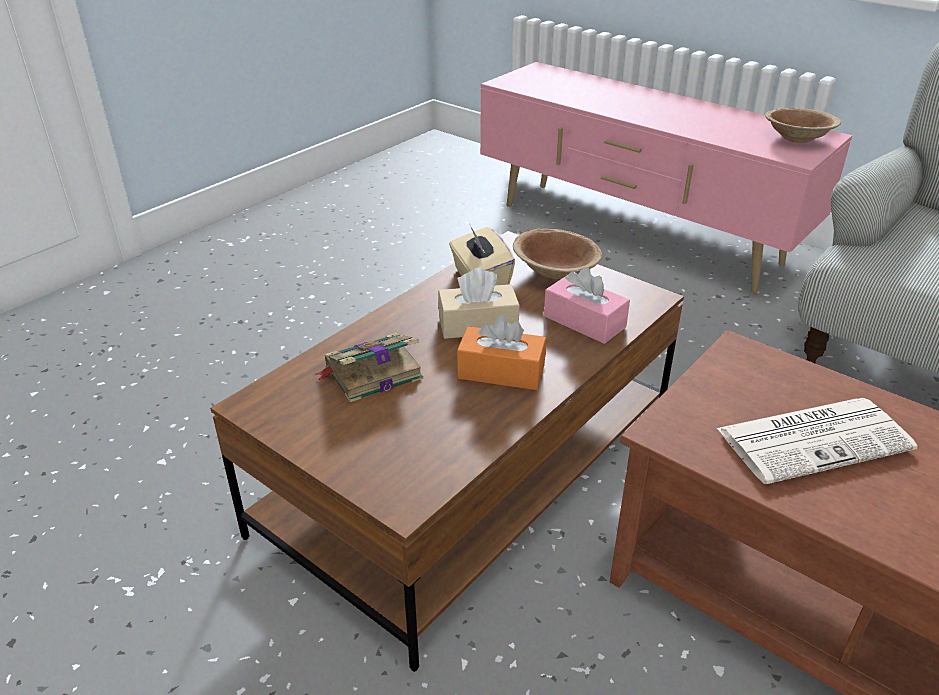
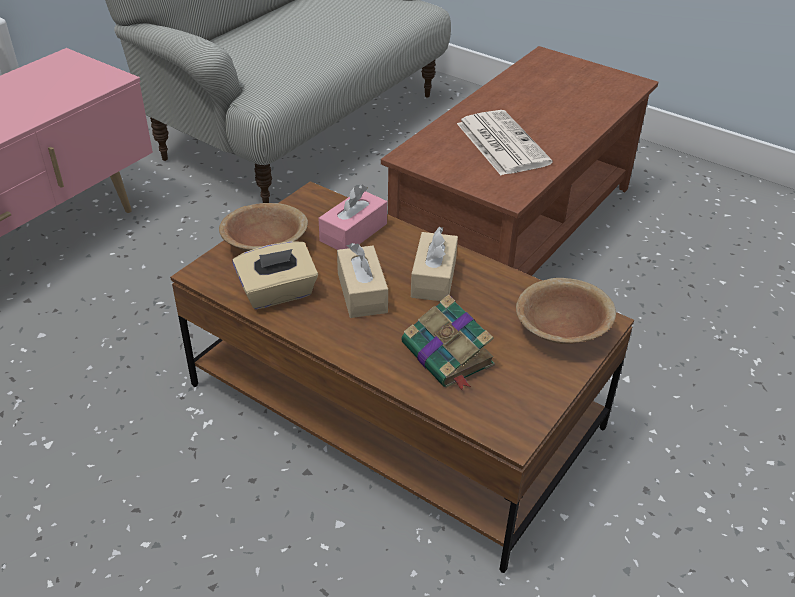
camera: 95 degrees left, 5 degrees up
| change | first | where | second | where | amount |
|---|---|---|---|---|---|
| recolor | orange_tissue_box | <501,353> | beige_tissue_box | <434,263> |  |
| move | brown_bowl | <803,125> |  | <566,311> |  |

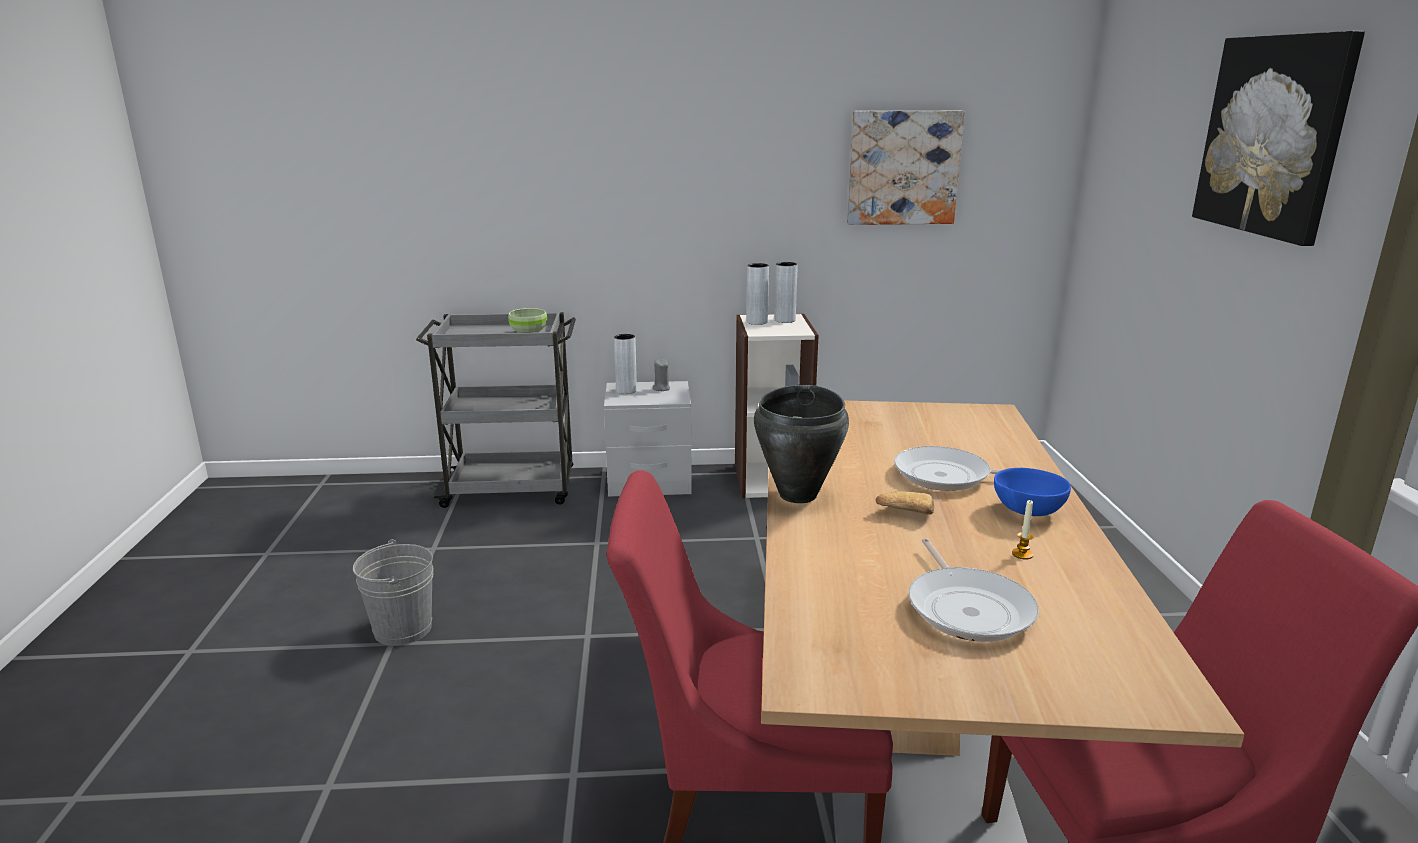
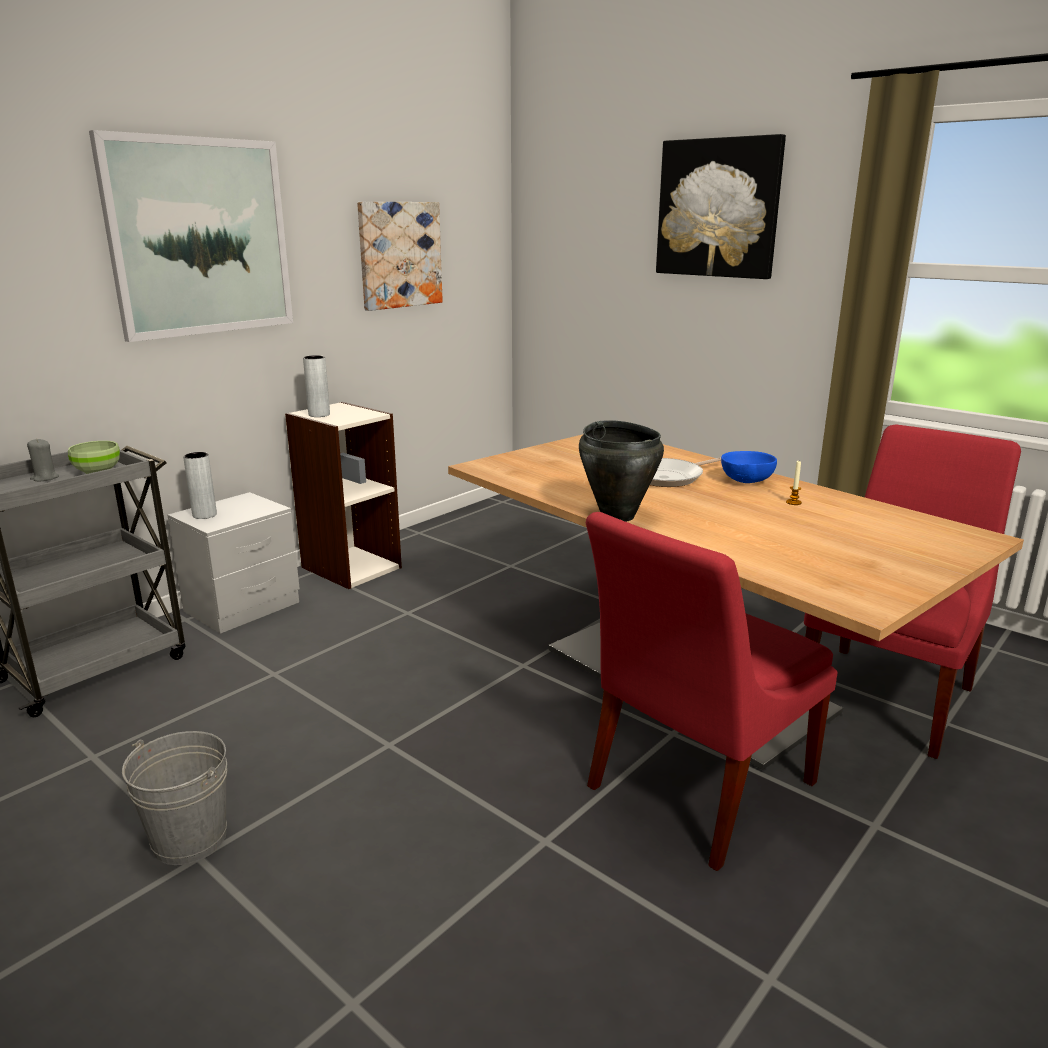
camera: 45 degrees left, 0 degrees up
| change | first | where | second | where | amount |
|---|---|---|---|---|---|
| move | grey_candle | <661,375> |  | <43,460> |  |
| insert |  |  | picture | <191,236> |  |
| delete | grey_vase | <786,292> |  |  |  |
| delete | bread | <905,503> |  |  |  |
| delete | frying_pan | <973,590> |  |  |  |

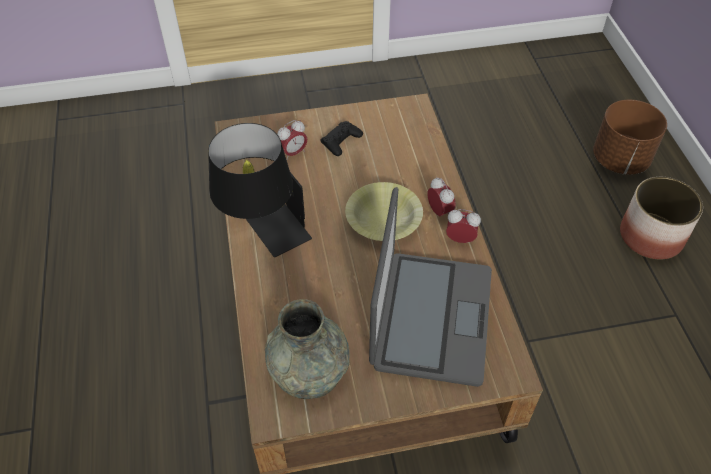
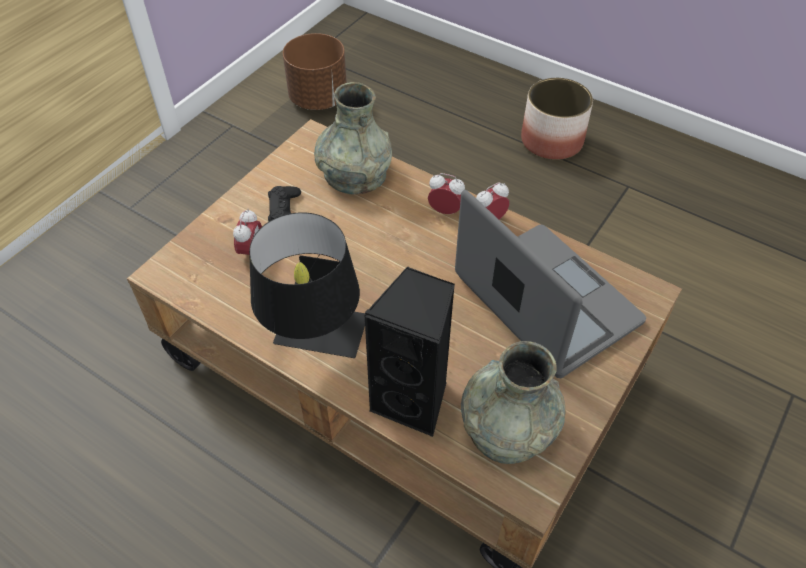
camera: 45 degrees left, 0 degrees up
| change | first | where | second | where | amount |
|---|---|---|---|---|---|
| move | brown_planter | <630,137> |  | <315,71> |  |
| insert |  |  | grey_vase | <353,138> |  |
| insert |  |  | black_speaker | <409,352> |  |
| delete | yellow_bowl | <384,211> |  |  |  |

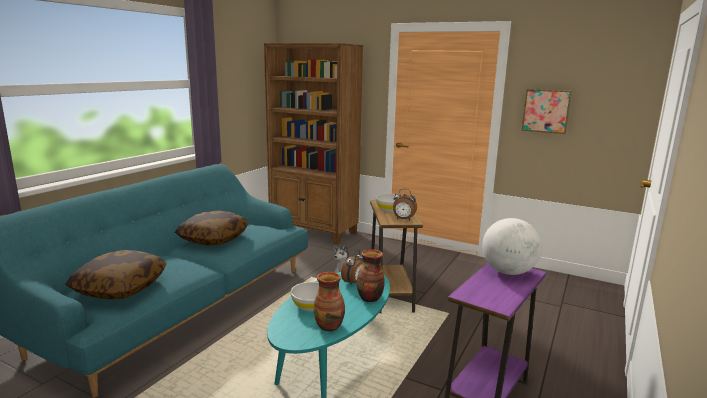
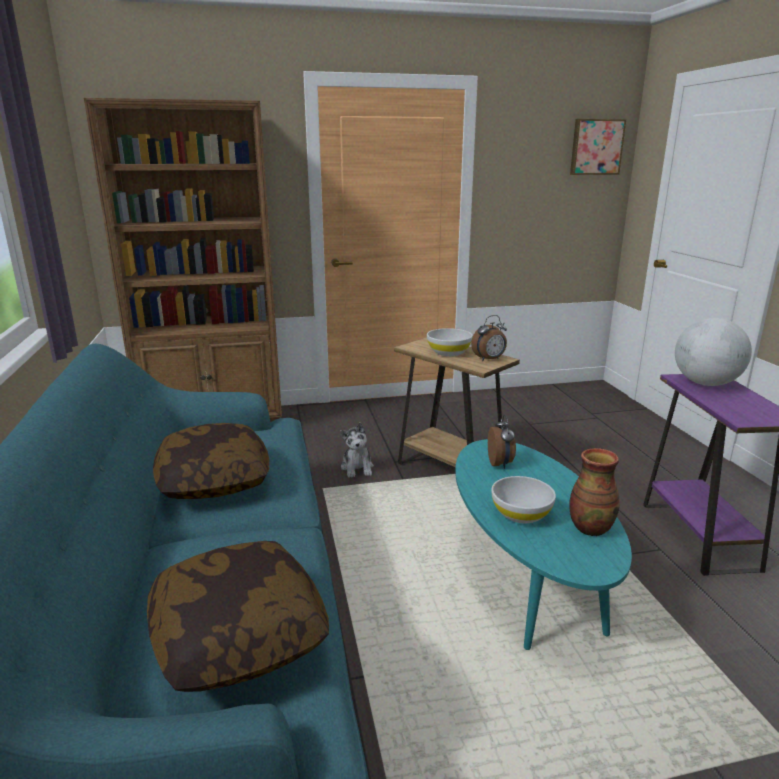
camera: 40 degrees left, 5 degrees up
| change | first | where | second | where | amount |
|---|---|---|---|---|---|
| move | picture | <547,111> |  | <598,147> |  |
| delete | vase | <371,275> |  |  |  |

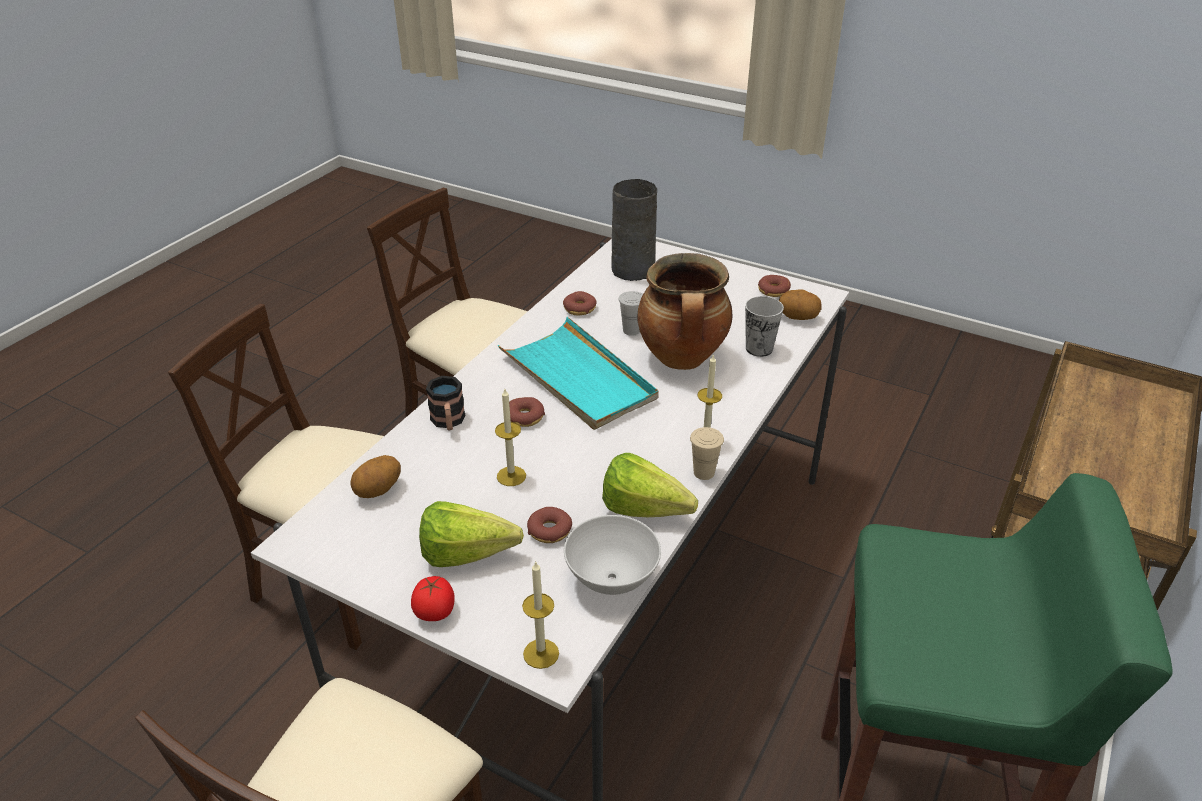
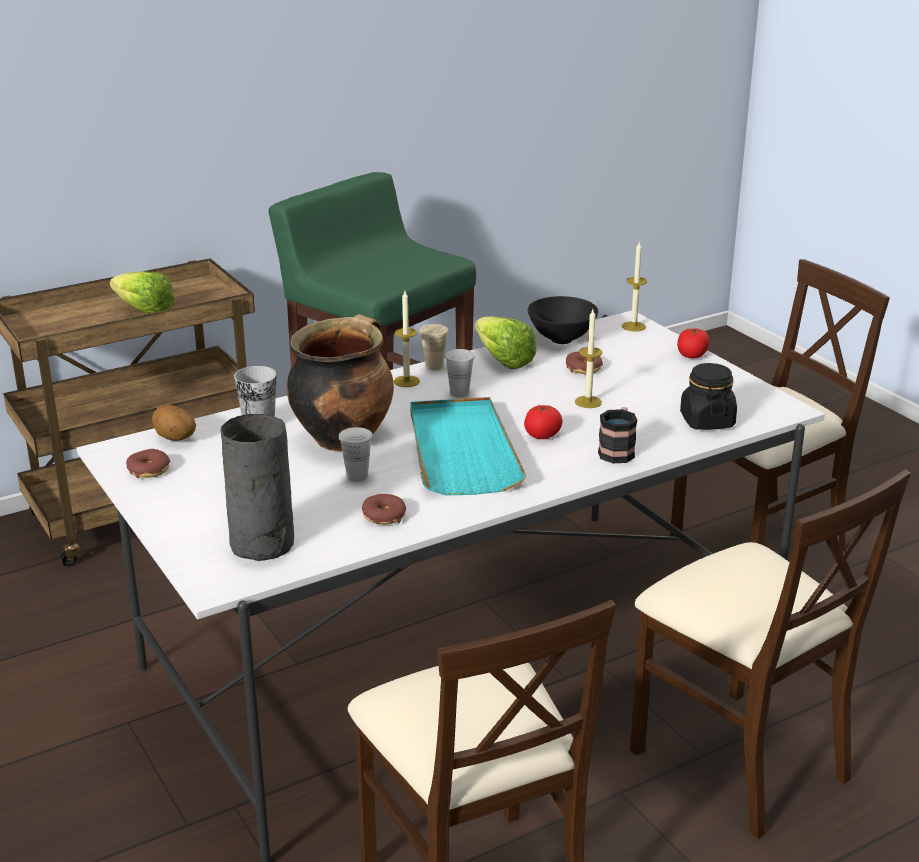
camera: 150 degrees left, 10 degrees down
| change | first | where | second | where | amount |
|---|---|---|---|---|---|
| move | lettuce | <471,534> |  | <142,292> |  |
| insert |  |  | white_cup | <460,373> |  |
| replace | donut | <527,412> | tomato | <543,422> |  |
| recolor | white_bowl | <612,555> | black_bowl | <563,320> |  |
| replace | potato | <375,476> | black_jar | <708,396> |  |

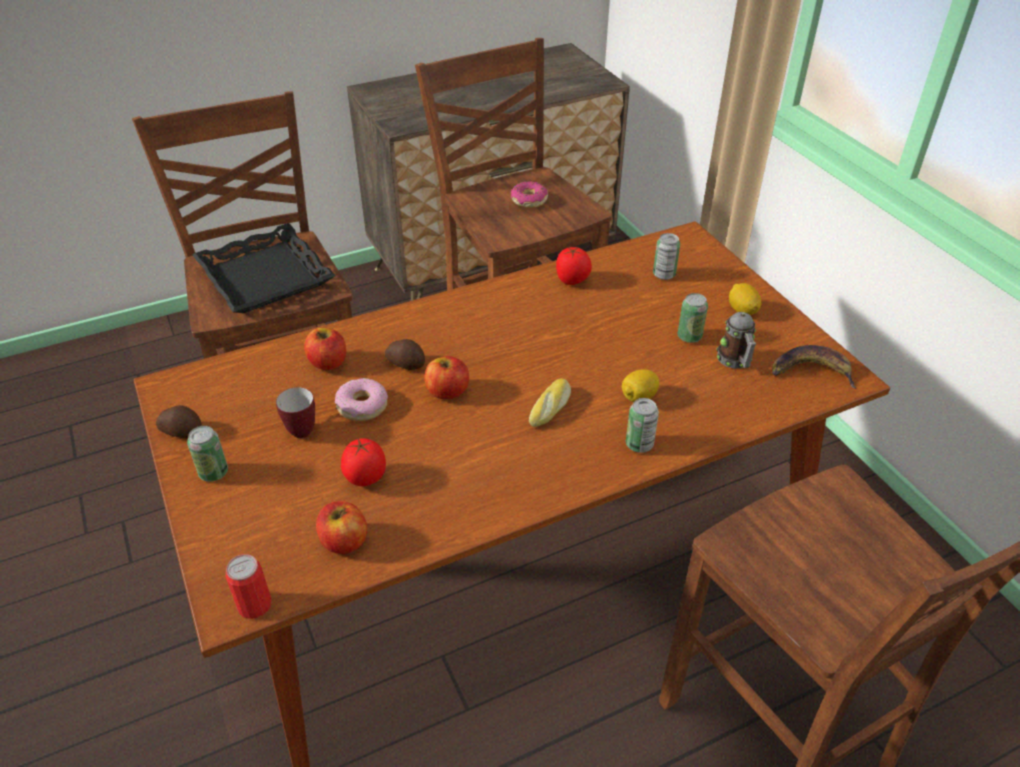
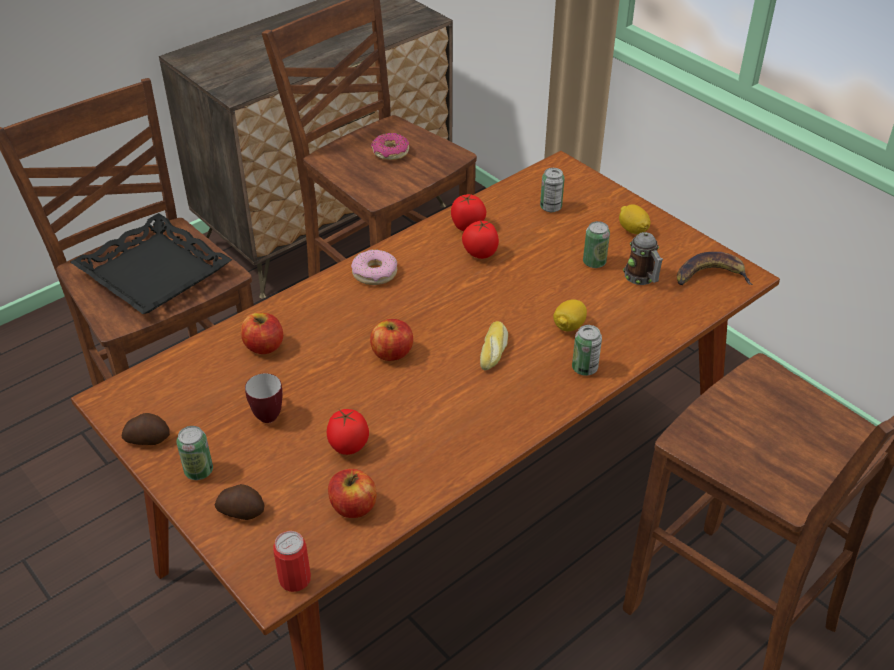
camera: 15 degrees left, 0 degrees up
| change | first | where | second | where | amount |
|---|---|---|---|---|---|
| move | potato | <405,354> |  | <239,502> |  |
| move | donut | <361,399> |  | <374,267> |  |
| insert |  |  | tomato | <480,239> |  |

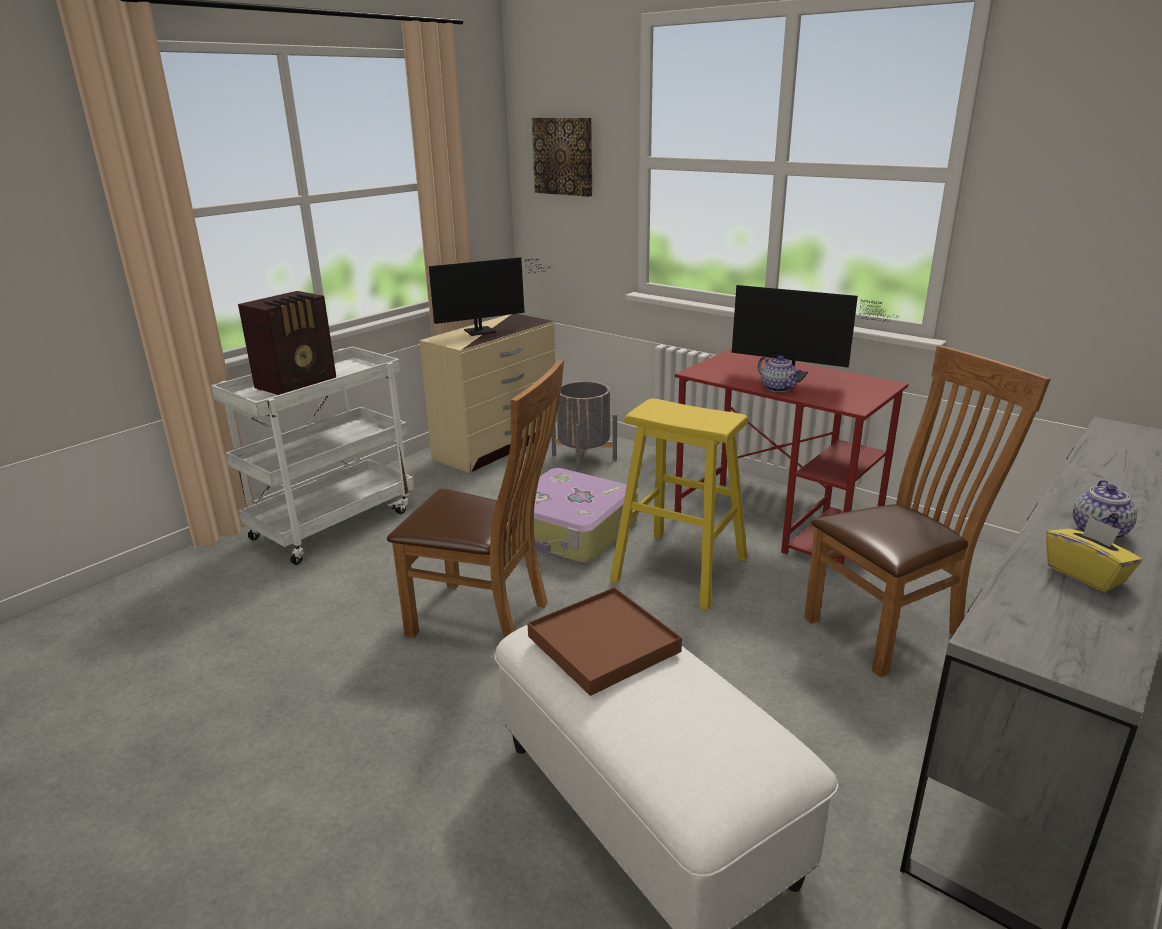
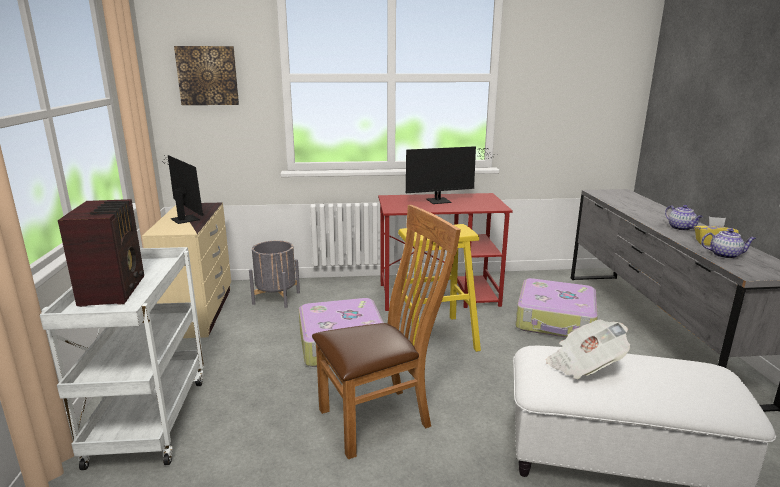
camera: 45 degrees left, 5 degrees down
| change | first | where | second | where | amount |
|---|---|---|---|---|---|
| rotate | monitor | <490,296> |  | <184,189> | 60 degrees counterclockwise |
| replace | brown_chair | <927,511> | suitcase | <557,308> |  |
| replace | brown_tray | <604,641> | newspaper | <588,349> |  |
| move | teapot | <780,373> |  | <728,244> |  |

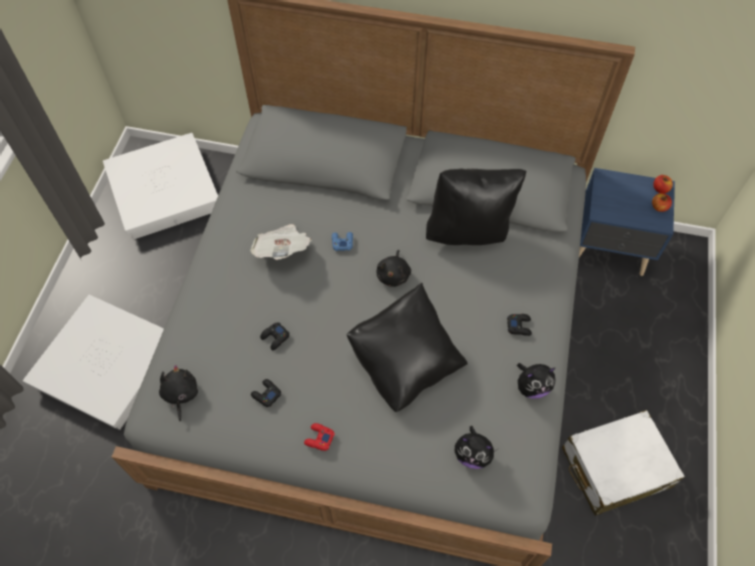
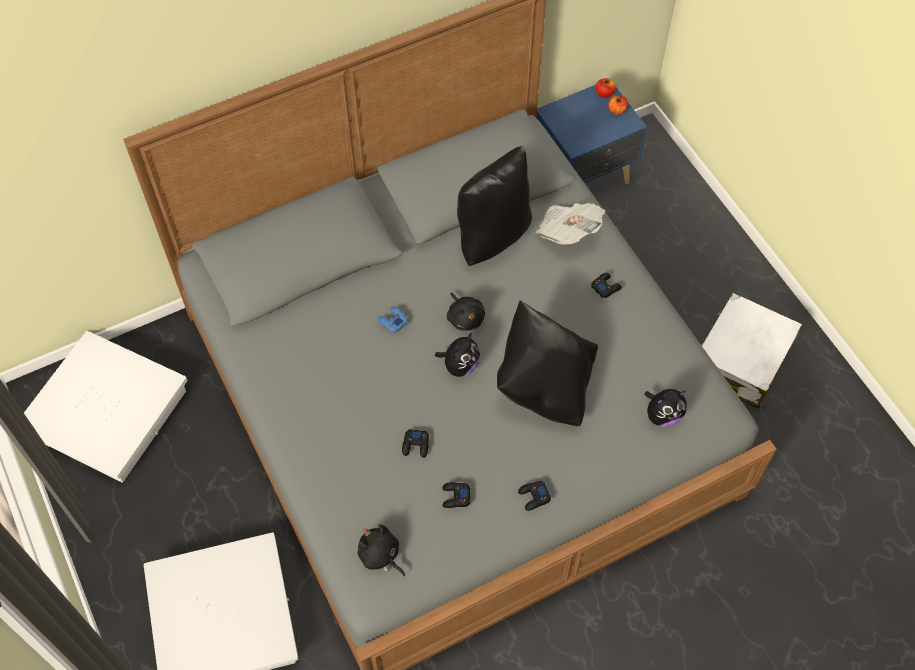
camera: 40 degrees left, 0 degrees up
| change | first | where | second | where | amount |
|---|---|---|---|---|---|
| move | plush_toy | <536,381> |  | <457,355> |  |
| recolor | red_game_controller | <319,437> | black_game_controller | <534,496> |  |
| move | newspaper | <281,242> |  | <571,224> |  |

